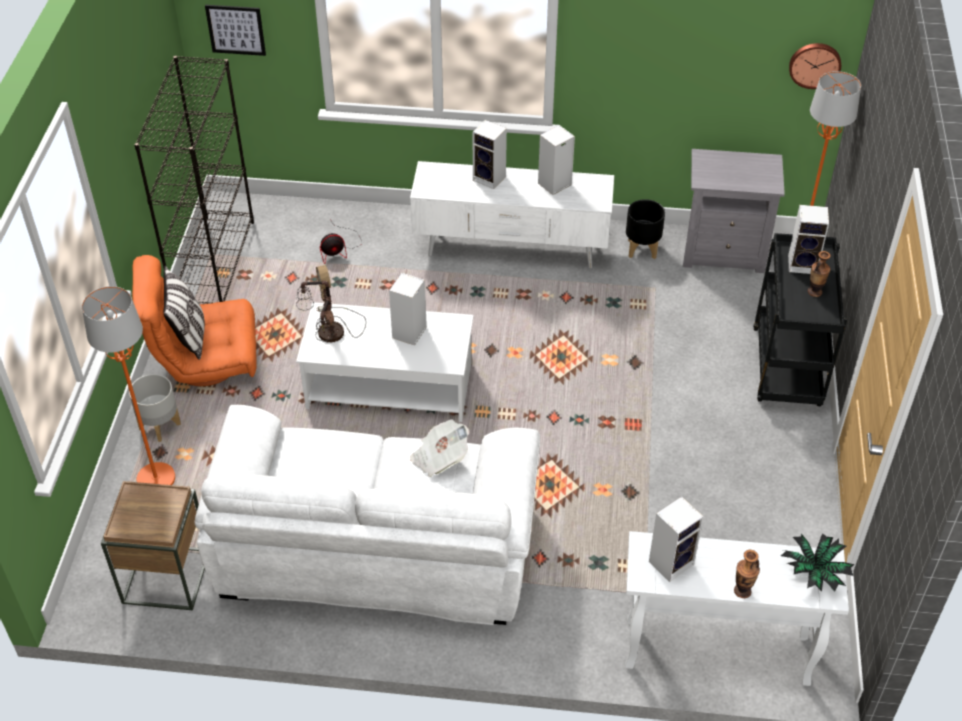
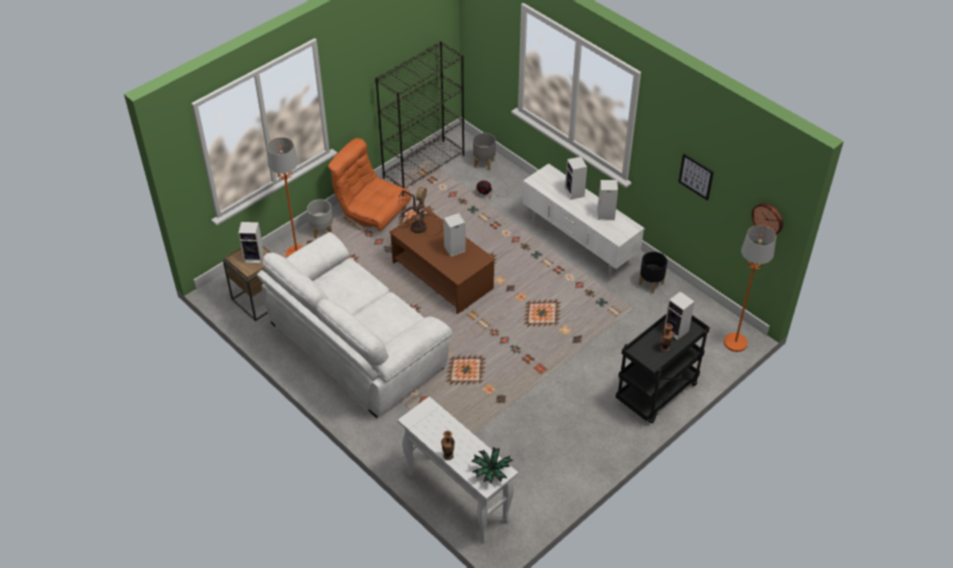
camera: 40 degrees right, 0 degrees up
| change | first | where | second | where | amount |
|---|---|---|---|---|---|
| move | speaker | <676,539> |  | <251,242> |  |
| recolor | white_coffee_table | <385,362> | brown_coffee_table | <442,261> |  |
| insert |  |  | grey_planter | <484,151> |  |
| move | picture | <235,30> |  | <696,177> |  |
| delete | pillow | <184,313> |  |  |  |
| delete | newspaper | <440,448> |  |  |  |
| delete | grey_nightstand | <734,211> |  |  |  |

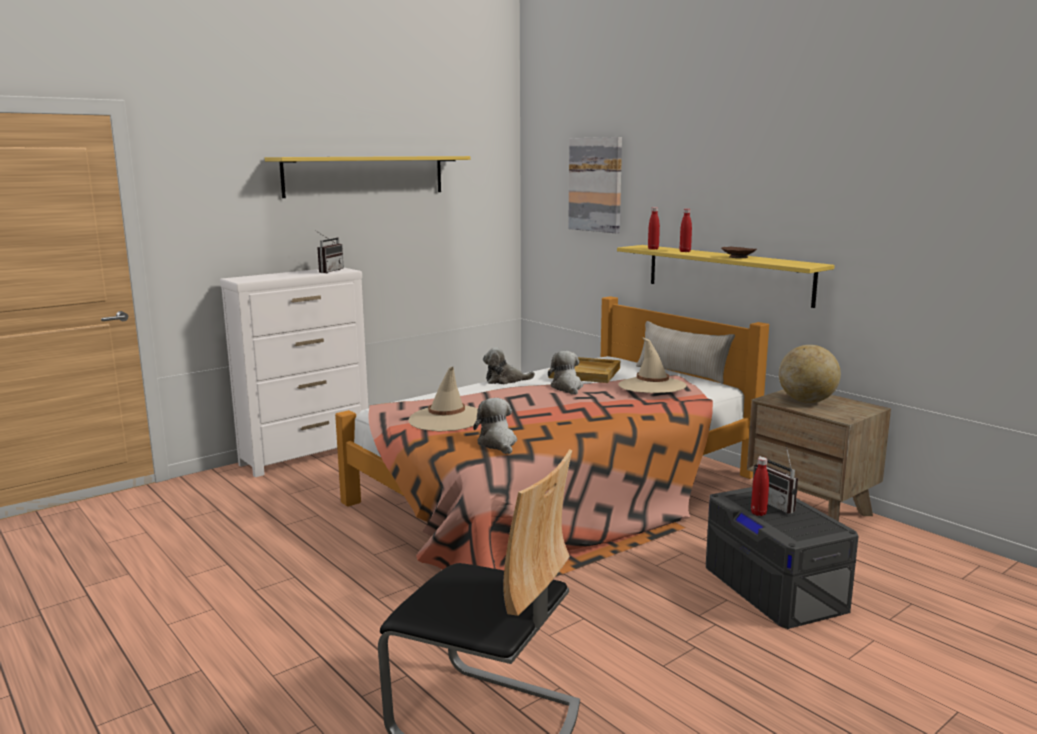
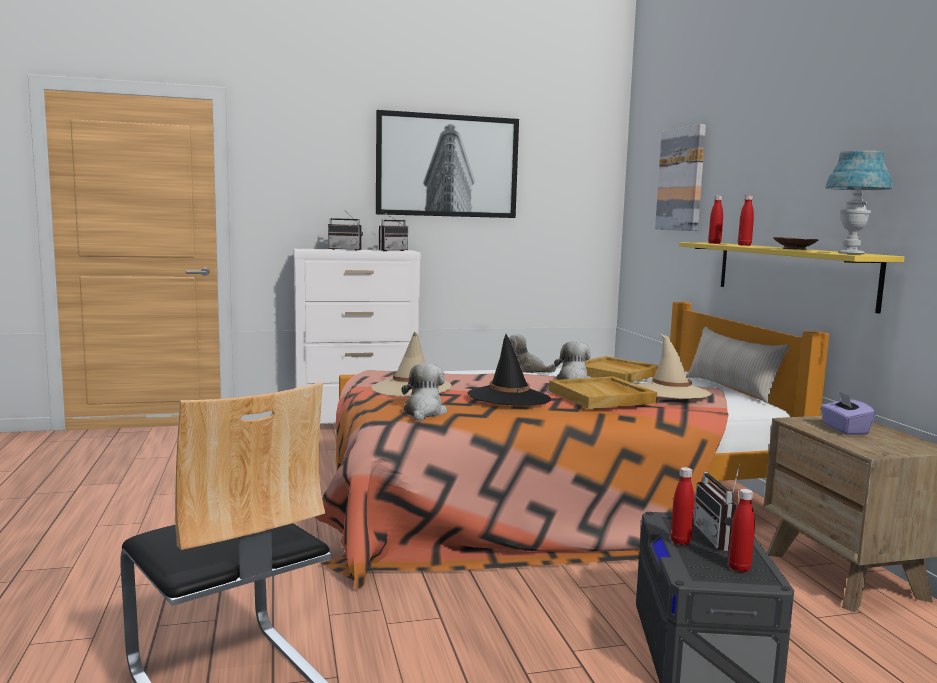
camera: 25 degrees right, 5 degrees down
| change | first | where | second | where | amount |
|---|---|---|---|---|---|
| insert |  |  | radio | <345,231> |  |
| replace | yellow_shelf | <367,177> | picture | <447,164> |  |
| insert |  |  | black_hat | <509,370> |  |
| insert |  |  | beige_tray | <603,392> |  |
| insert |  |  | red_bottle | <741,530> |  |
| replace | globe | <810,374> | purple_tissue_box | <848,413> |  |
| insert |  |  | blue_table_lamp | <858,202> |  |

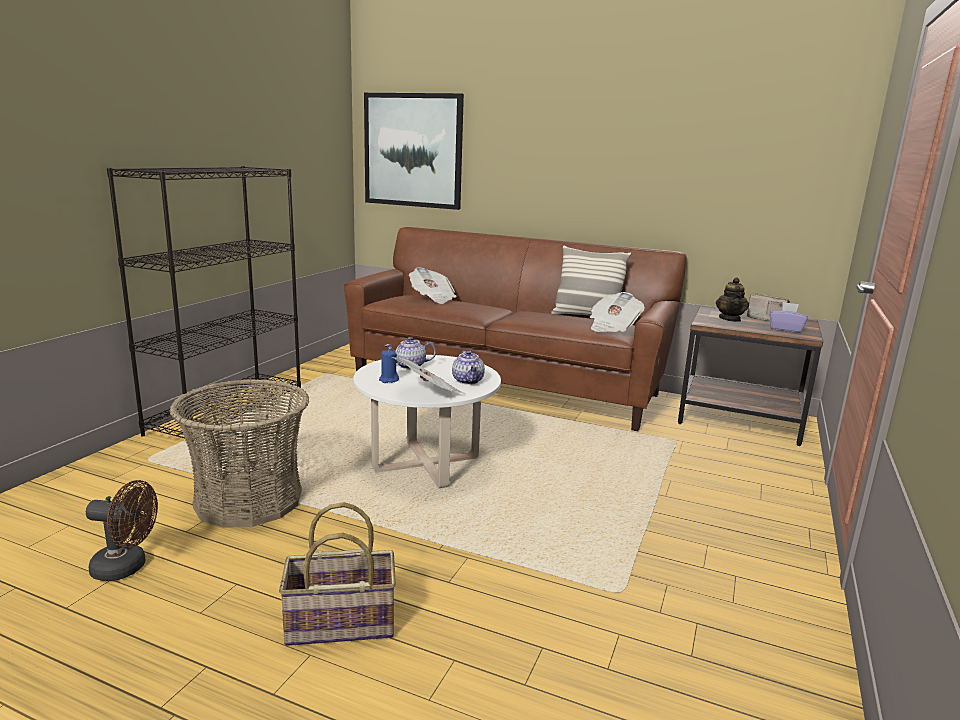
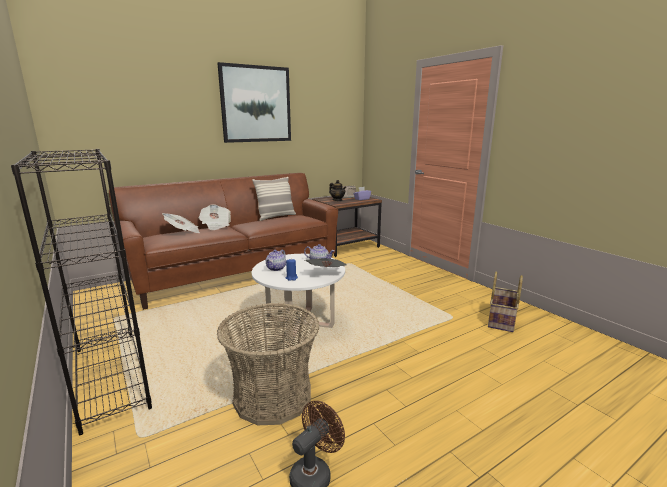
camera: 55 degrees left, 0 degrees up
| change | first | where | second | where | amount |
|---|---|---|---|---|---|
| move | newspaper | <617,312> |  | <215,217> |  |
| move | picture | <414,151> |  | <254,102> |  |
| move | basket | <337,574> |  | <505,302> |  |

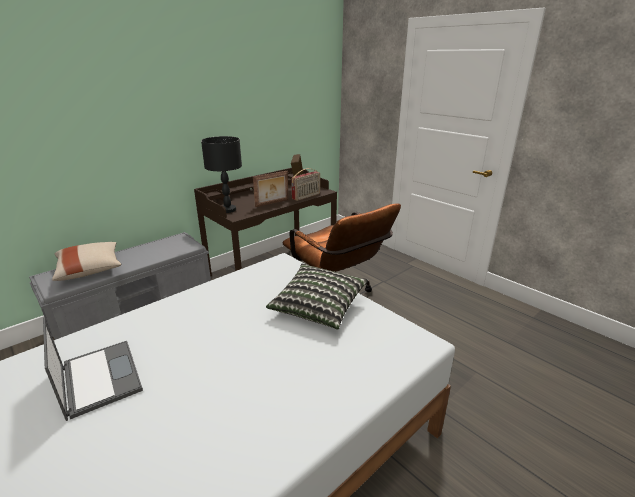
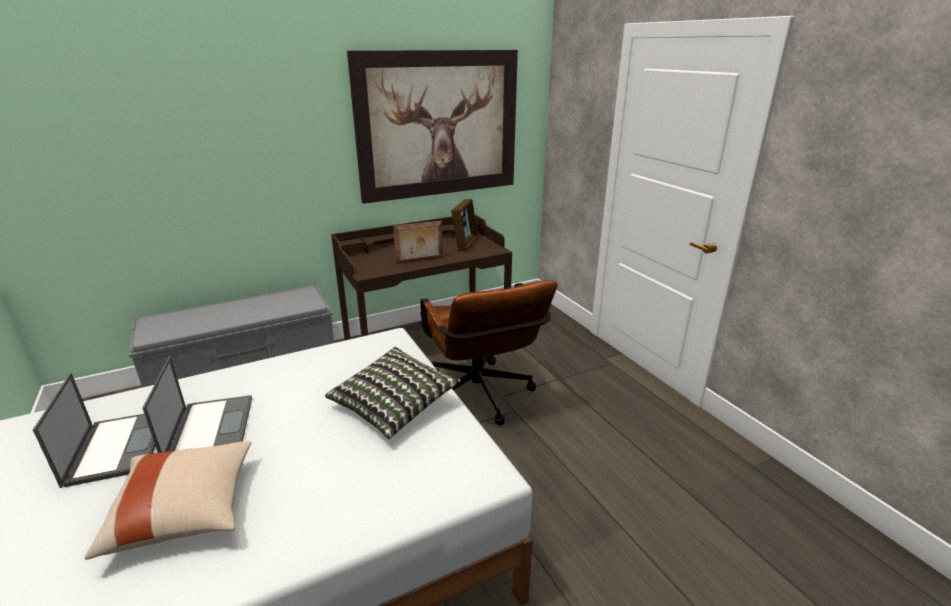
camera: 15 degrees right, 0 degrees up
| change | first | where | second | where | amount |
|---|---|---|---|---|---|
| move | beige_pillow | <87,261> |  | <168,500> |  |
| insert |  |  | laptop | <197,404> |  |
| insert |  |  | picture | <432,127> |  |
| delete | black_table_lamp | <221,174> |  |  |  |
| delete | radio | <305,184> |  |  |  |

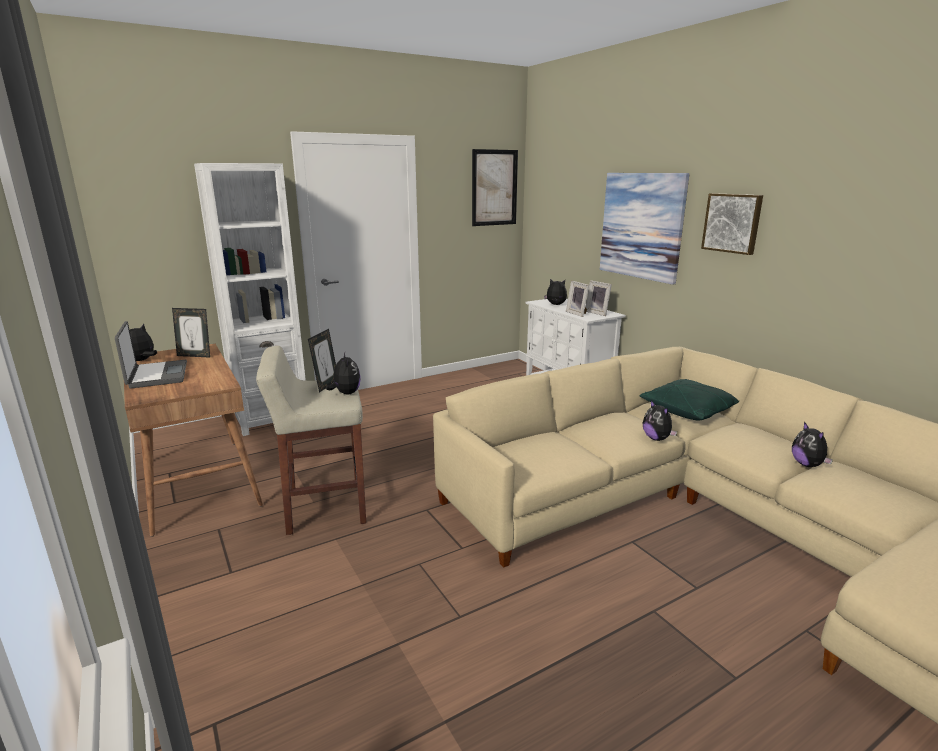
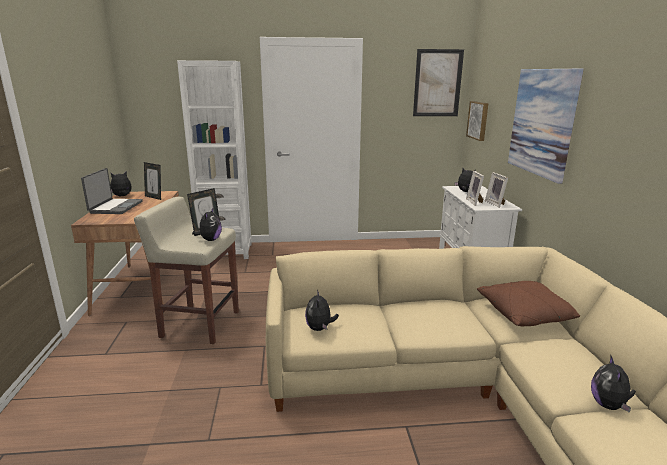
camera: 25 degrees right, 0 degrees up
| change | first | where | second | where | amount |
|---|---|---|---|---|---|
| move | plush_toy | <660,420> |  | <322,310> |  |
| move | picture | <732,224> |  | <477,121> |  |
| recolor | green_pillow | <689,400> | brown_pillow | <528,303> |  |

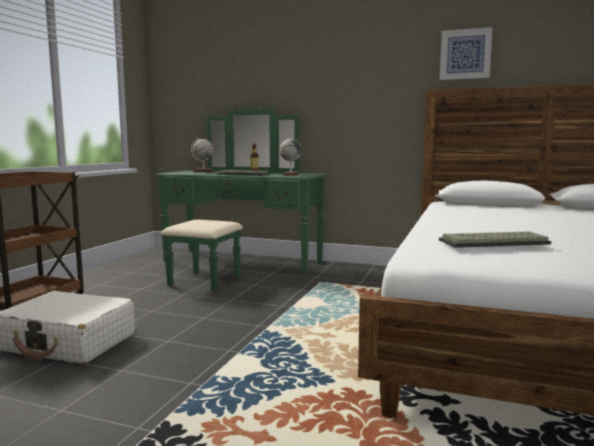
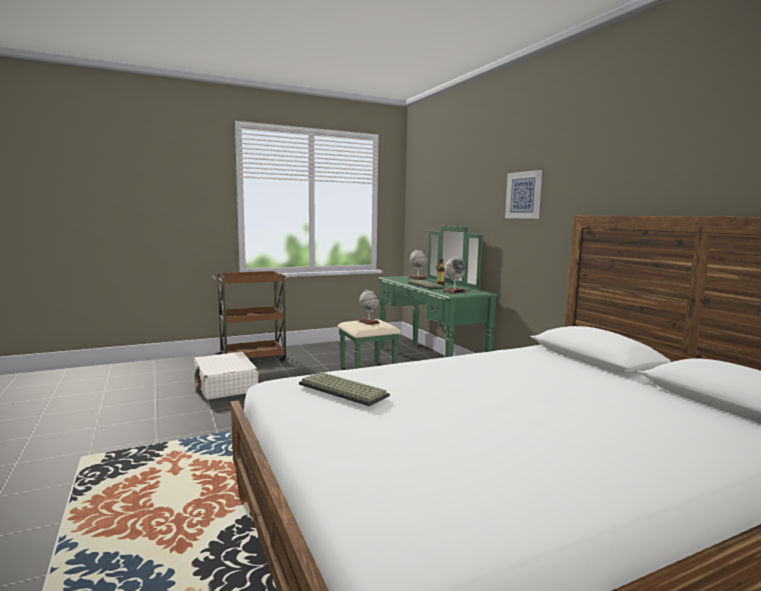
camera: 45 degrees right, 0 degrees up
| change | first | where | second | where | amount |
|---|---|---|---|---|---|
| insert |  |  | globe | <369,307> |  |
| move | picture | <466,53> |  | <523,194> |  |

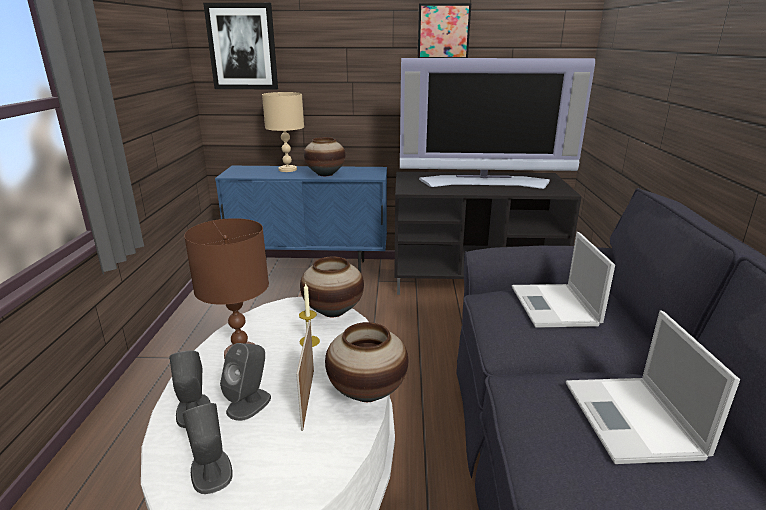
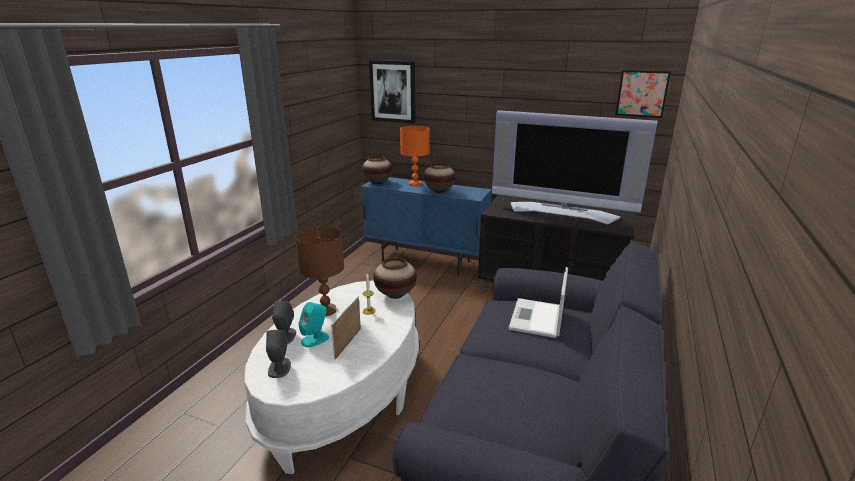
camera: 20 degrees right, 0 degrees up
| change | first | where | second | where | amount |
|---|---|---|---|---|---|
| recolor | grey_speaker | <245,382> | turquoise_speaker | <313,324> |  |
| move | vase | <366,362> |  | <377,170> |  |
| recolor | beige_table_lamp | <283,132> | orange_table_lamp | <415,156> |  |
| move | picture | <444,30> |  | <643,94> |  |
| delete | laptop | <653,387> |  |  |  |

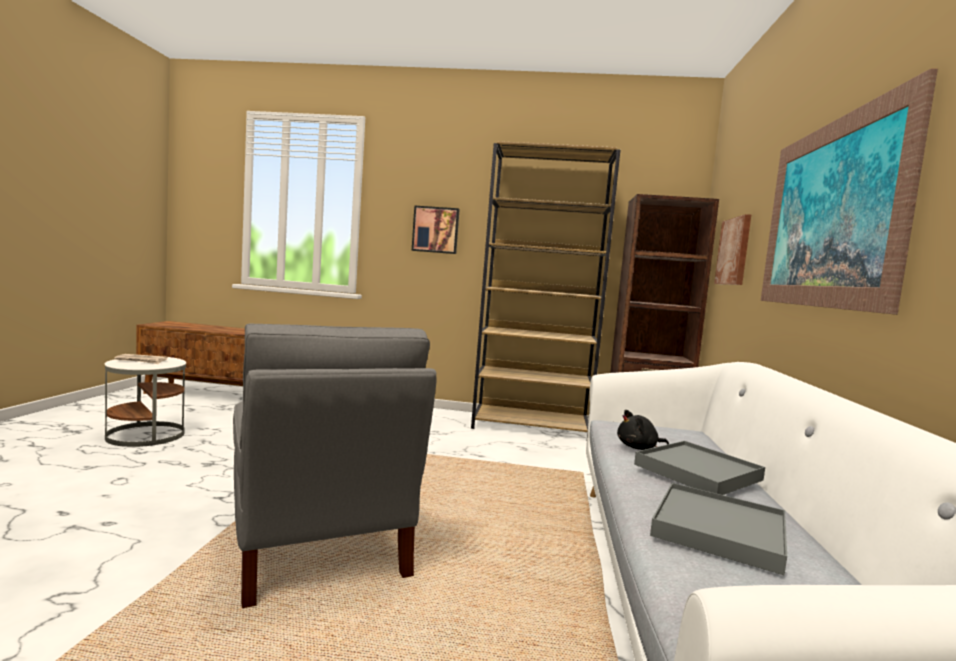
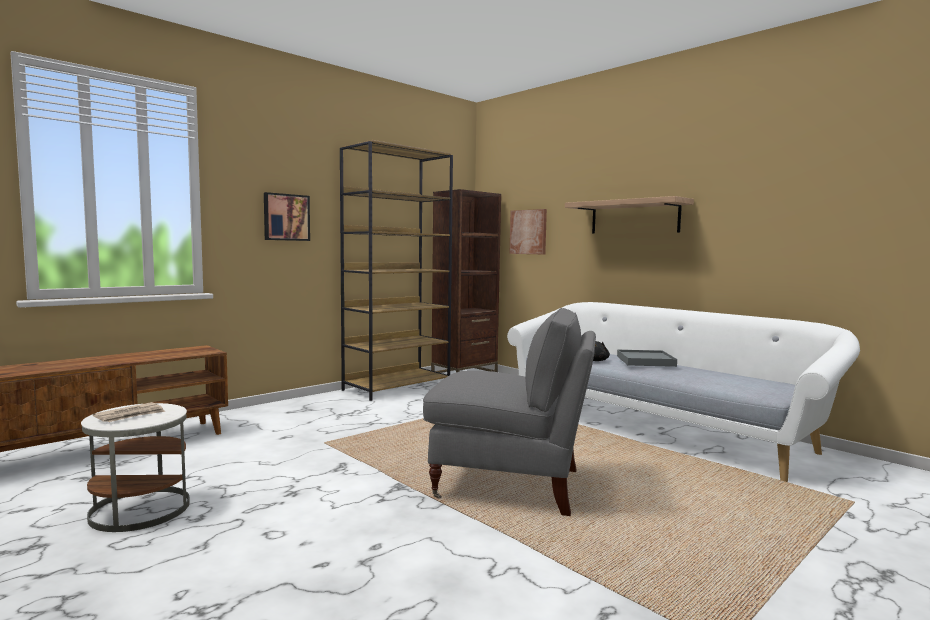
camera: 50 degrees left, 0 degrees up
| change | first | where | second | where | amount |
|---|---|---|---|---|---|
| replace | picture | <849,191> | shelf | <629,215> |  |
| delete | grey_tray | <718,529> |  |  |  |

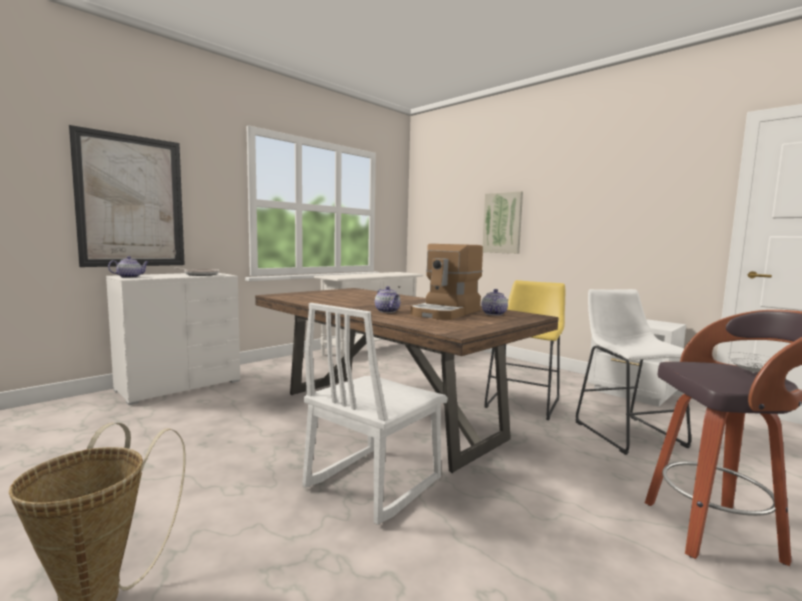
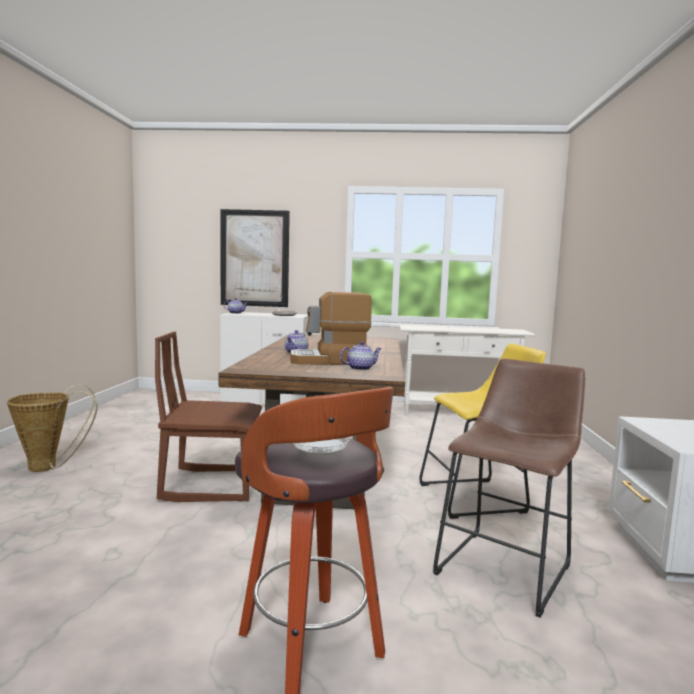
camera: 50 degrees right, 0 degrees up
| change | first | where | second | where | amount |
|---|---|---|---|---|---|
| recolor | white_chair | <375,414> | brown_chair | <208,416> |  |
| recolor | white_stool | <633,372> | brown_stool | <509,488> |  |
| delete | picture | <502,222> |  |  |  |

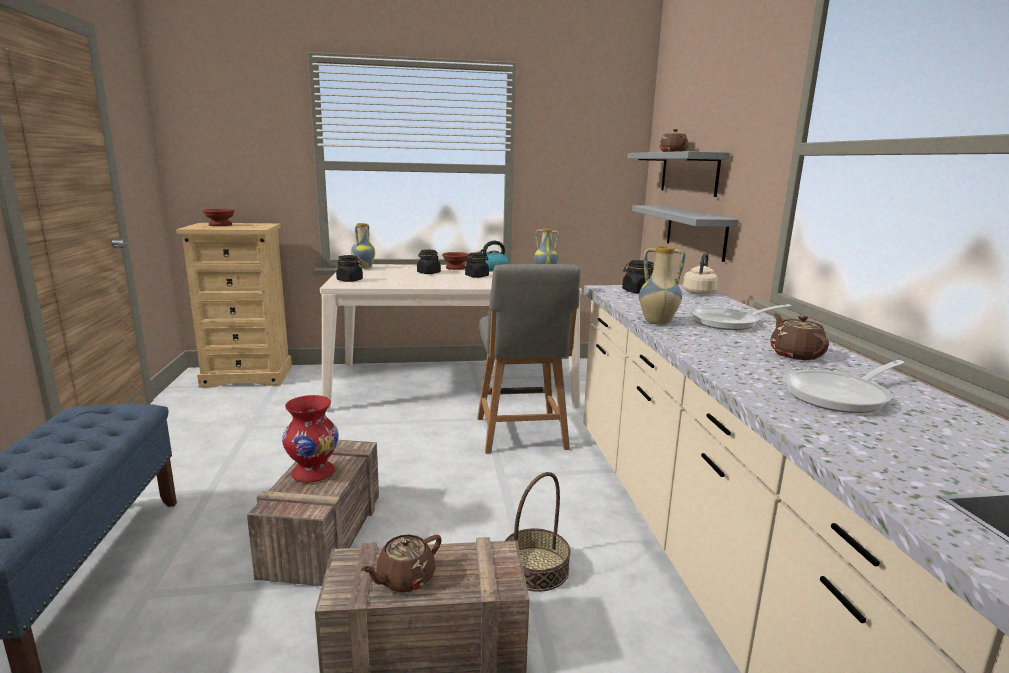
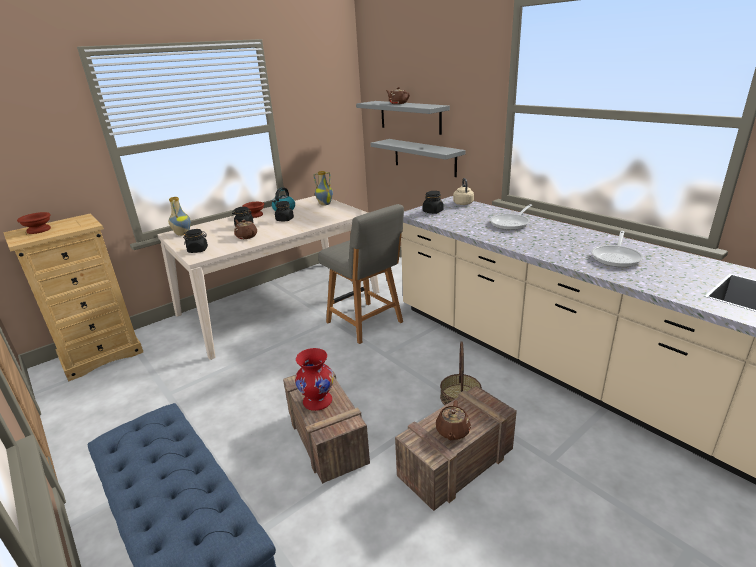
camera: 30 degrees left, 10 degrees up
| change | first | where | second | where | amount |
|---|---|---|---|---|---|
| move | brown_teapot | <799,336> |  | <245,229> |  |
| delete | vase | <662,285> |  |  |  |

